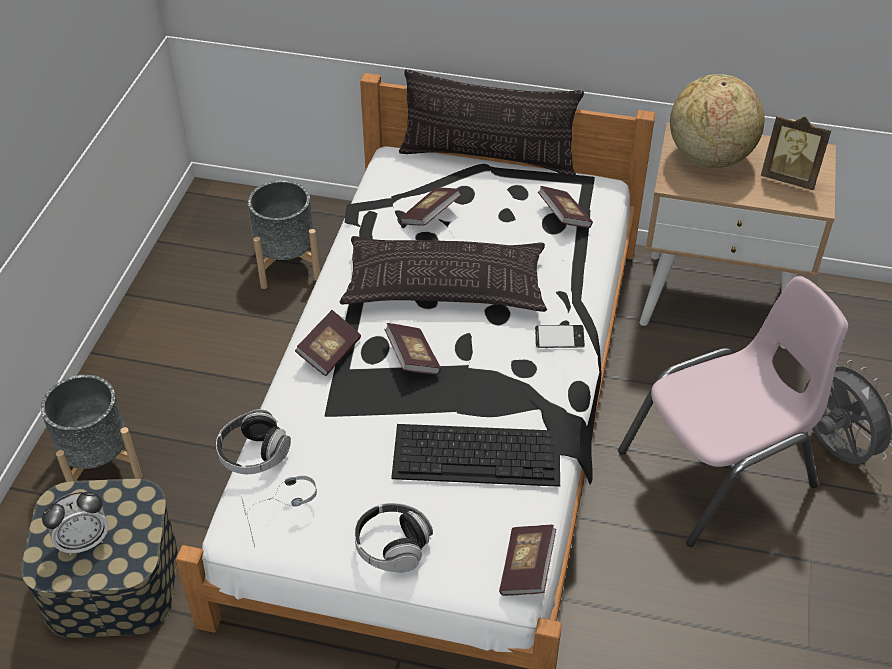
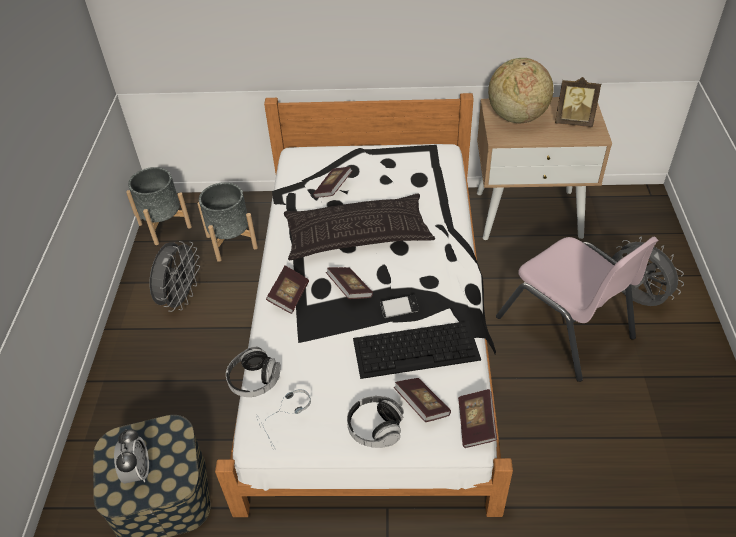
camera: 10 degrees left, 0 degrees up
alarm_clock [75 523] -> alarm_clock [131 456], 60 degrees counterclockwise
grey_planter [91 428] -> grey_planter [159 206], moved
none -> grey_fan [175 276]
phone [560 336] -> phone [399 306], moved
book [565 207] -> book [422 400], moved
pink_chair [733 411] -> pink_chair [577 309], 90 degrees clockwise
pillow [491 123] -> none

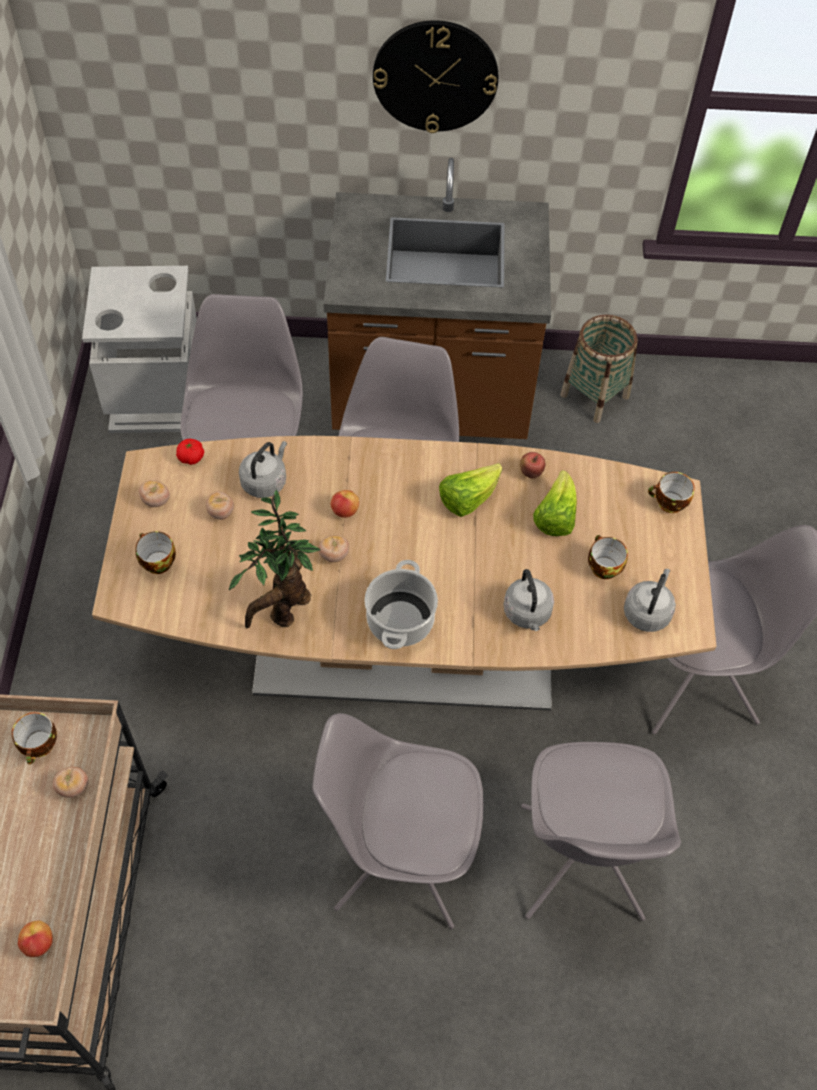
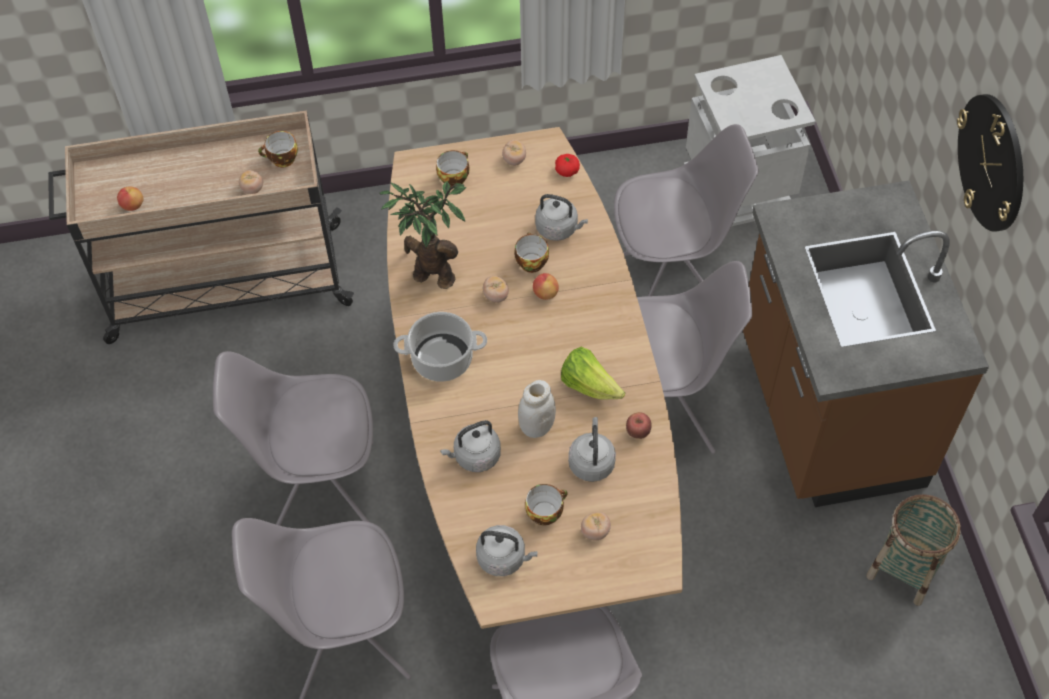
camera: 80 degrees right, 0 degrees up
grey_chair [398 821] -> grey_chair [293 438], 90 degrees counterclockwise
cup [671 492] -> cup [531 252], moved
none -> white_jar [537 409]
lettuce [555 503] -> grey_kettle [592 449]
tomato [220 505] -> tomato [596 526], moved

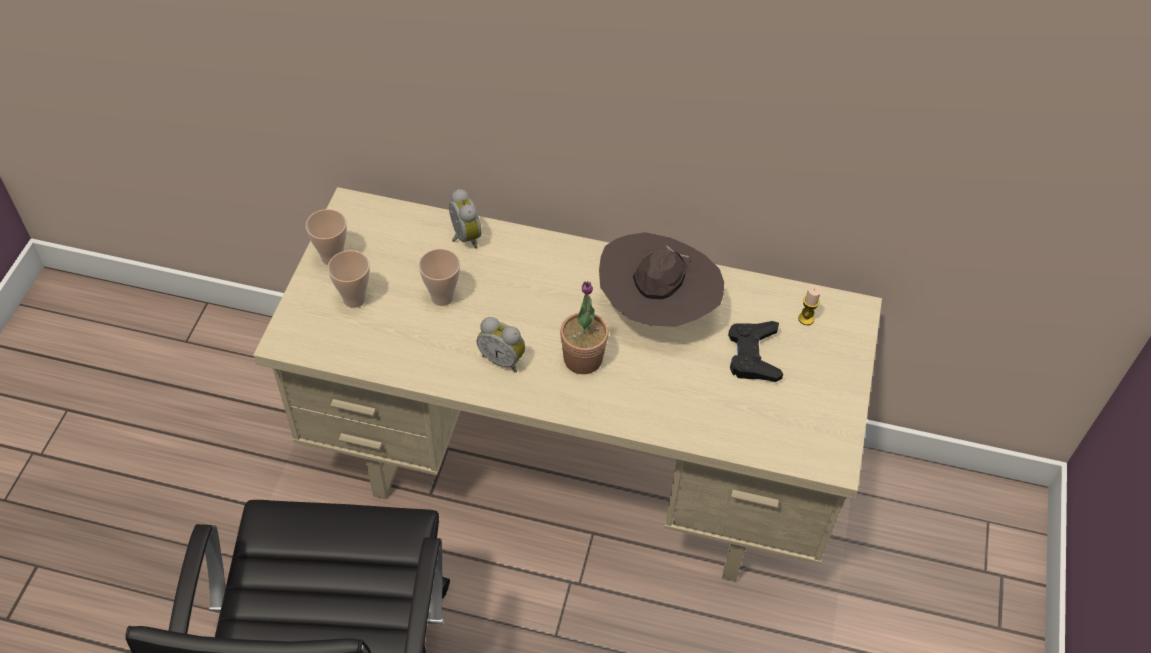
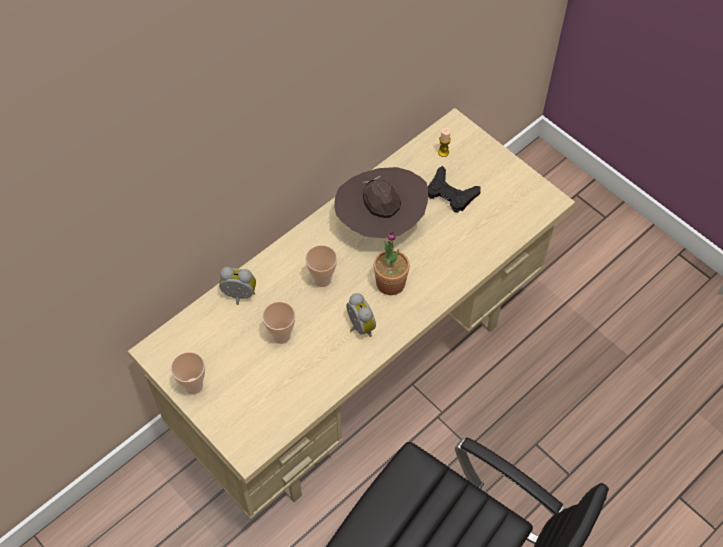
camera: 55 degrees left, 5 degrees up
cup [349 279] -> cup [321 266], moved
alarm_clock [501 345] -> alarm_clock [361 315], 90 degrees counterclockwise

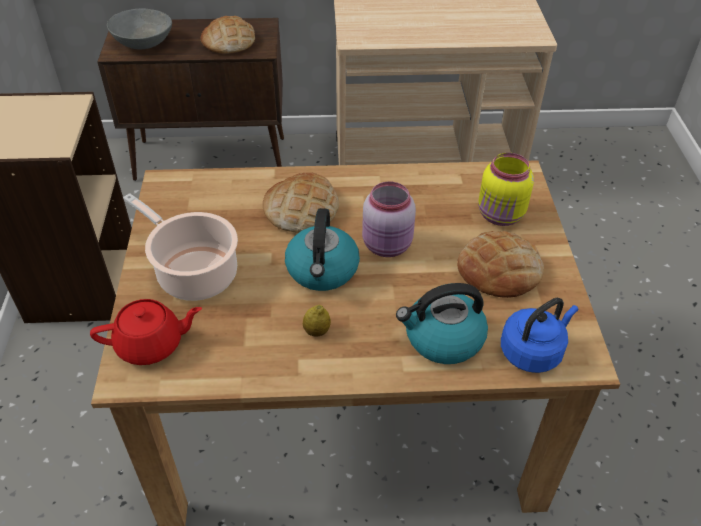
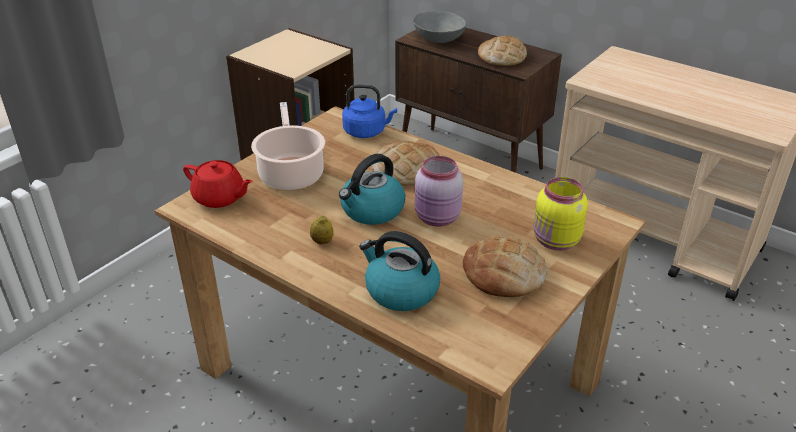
camera: 40 degrees right, 10 degrees down
blue_kettle [539 335] -> blue_kettle [369 111], moved

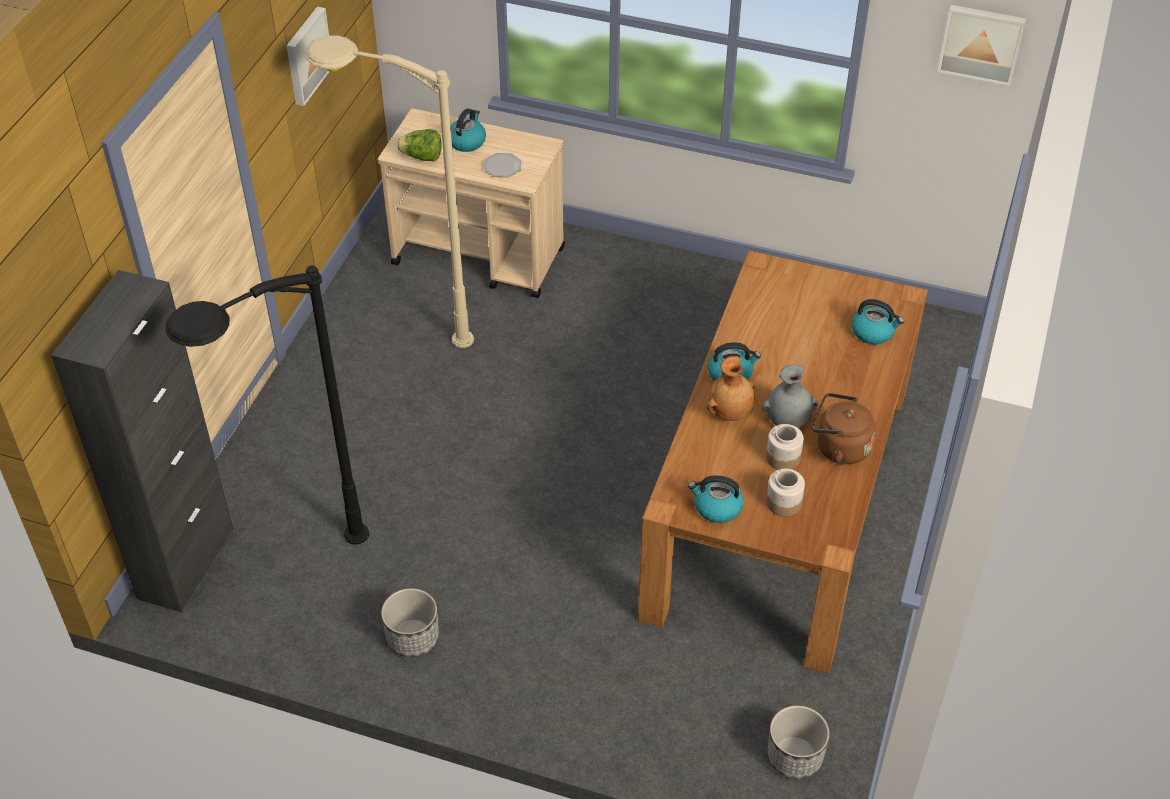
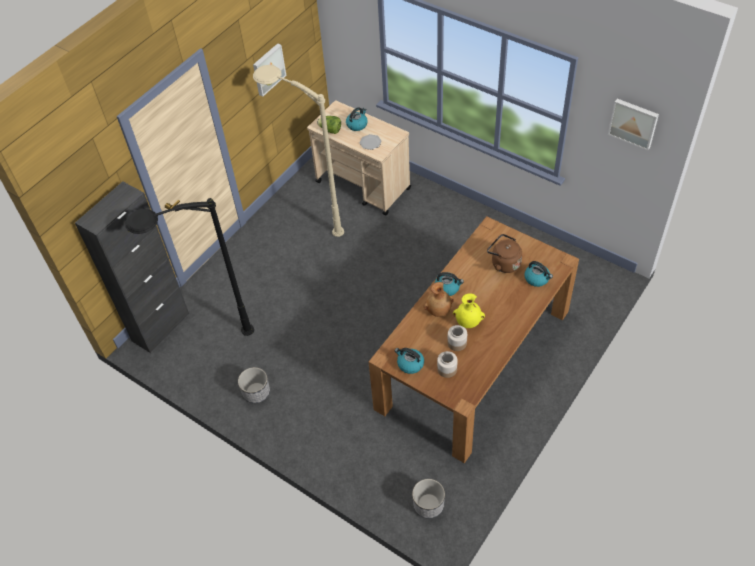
camera: 20 degrees right, 5 degrees up
grey_vase [789 396] -> yellow_vase [469 310]
brown_kettle [844 429] -> brown_kettle [504 253], moved

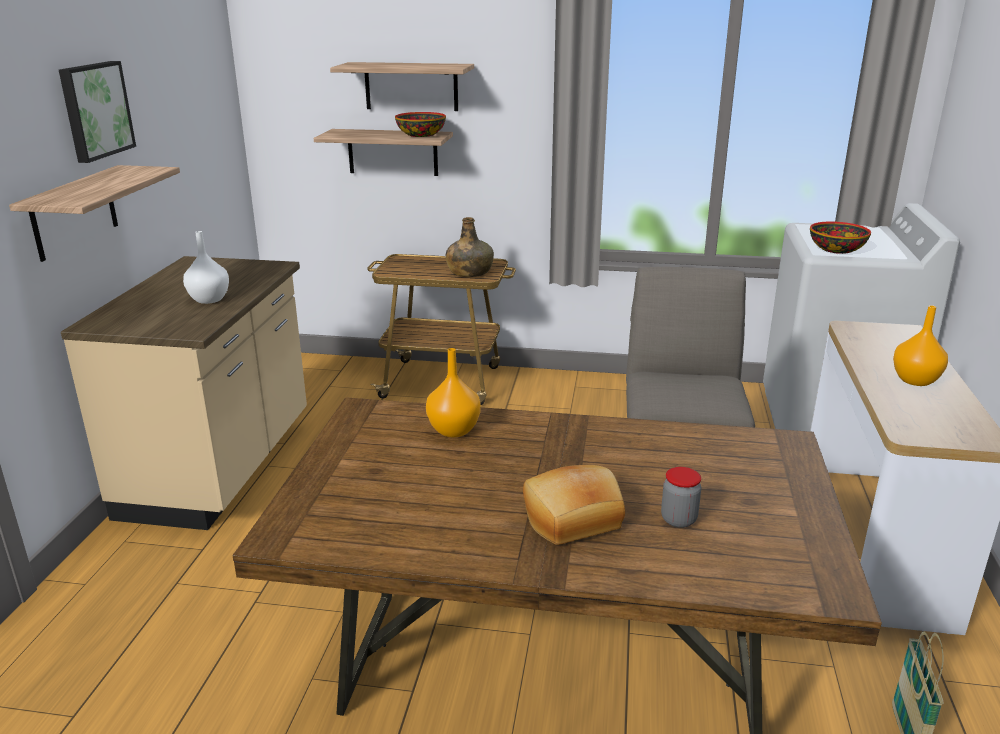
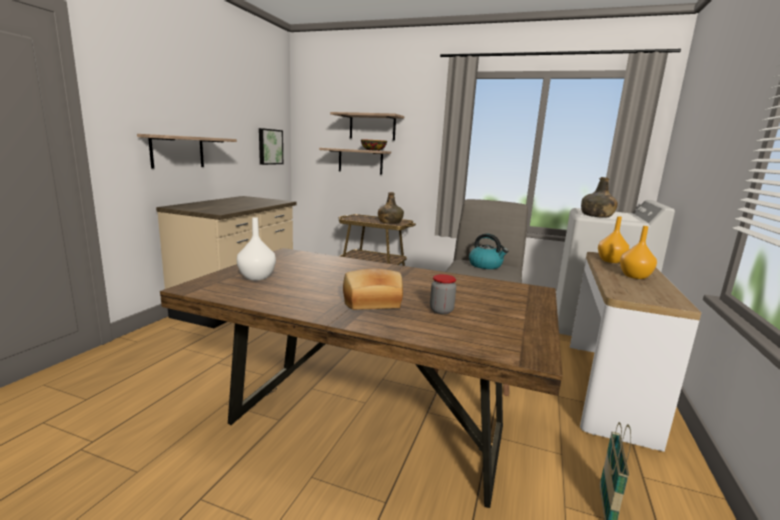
camera: 10 degrees right, 10 degrees down
white_vase [206 267] -> white_vase [256 248], moved
picture [97 112] -> picture [271 146], moved
none -> kettle [488 251]
bowl [840 237] -> green_bottle [599 197]
orange_vase [453 392] -> orange_vase [613 239], moved

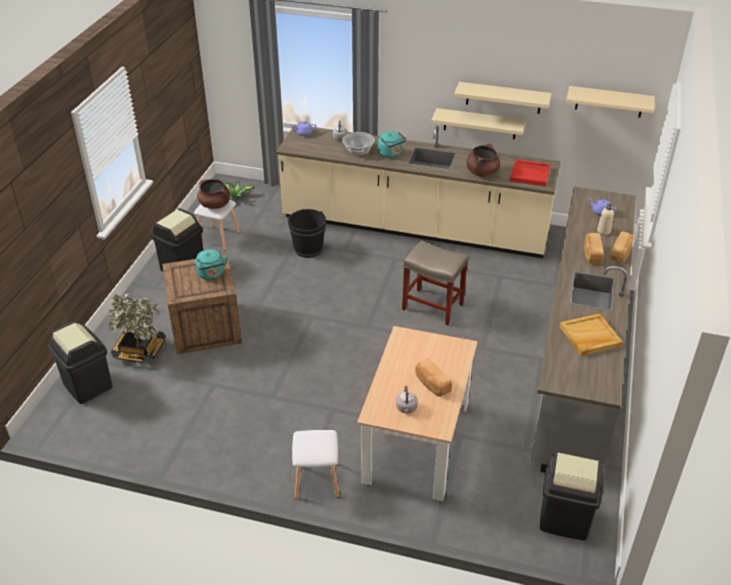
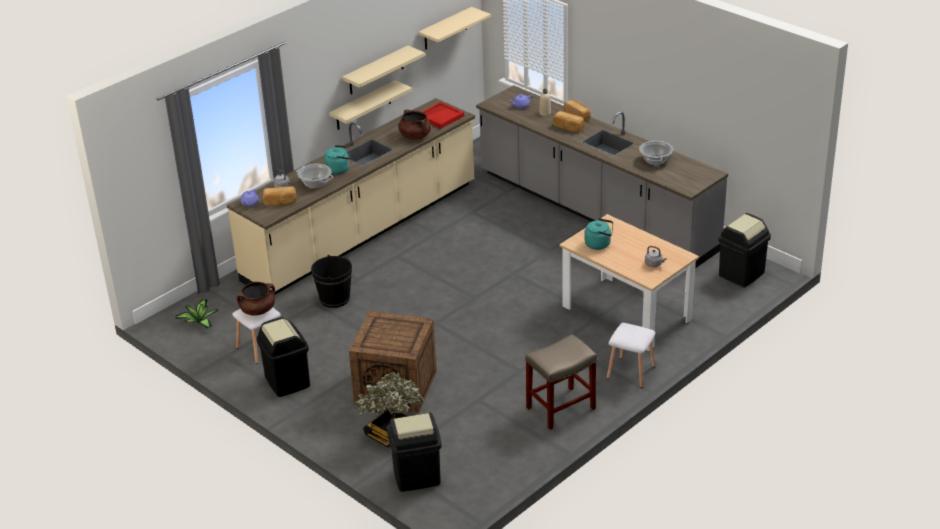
camera: 60 degrees left, 5 degrees down
bread [433 377] -> bread [279 196], moved
beige_stool [435 282] -> beige_stool [561 382], moved
turquoise_kettle [211 264] -> turquoise_kettle [599 234], moved
beige_tray [591 335] -> cooking_pot [656 153]

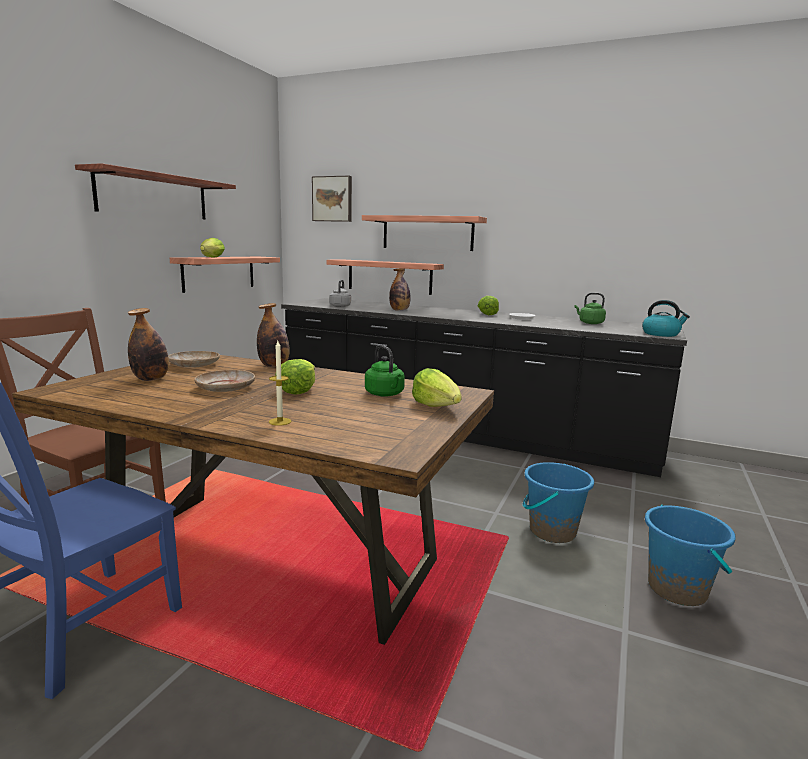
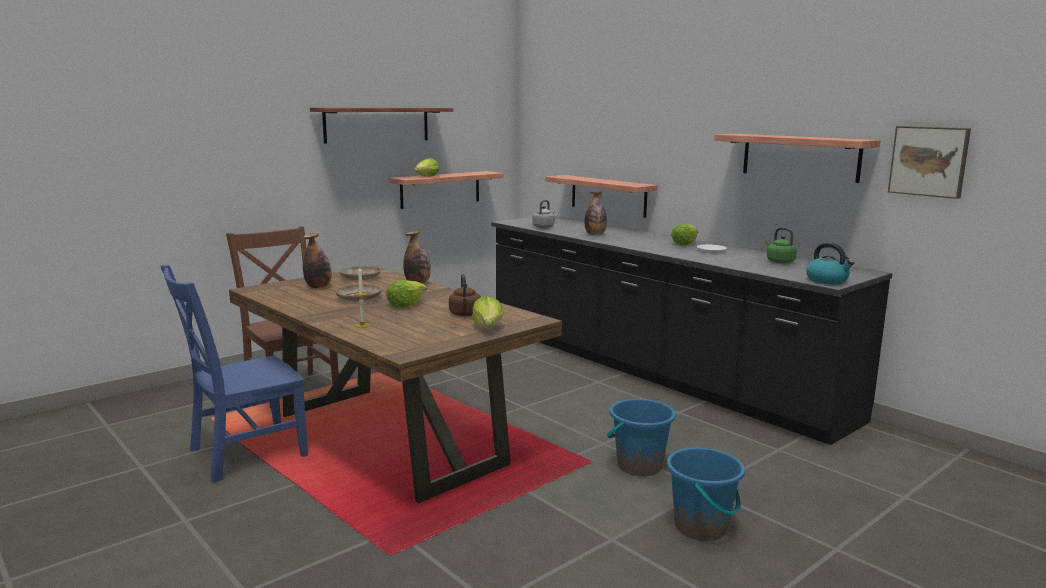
camera: 25 degrees right, 0 degrees up
green_kettle [385 371] -> brown_kettle [465 295]
shelf [424 233] -> shelf [797 158], moved
picture [332 199] -> picture [929 162], moved

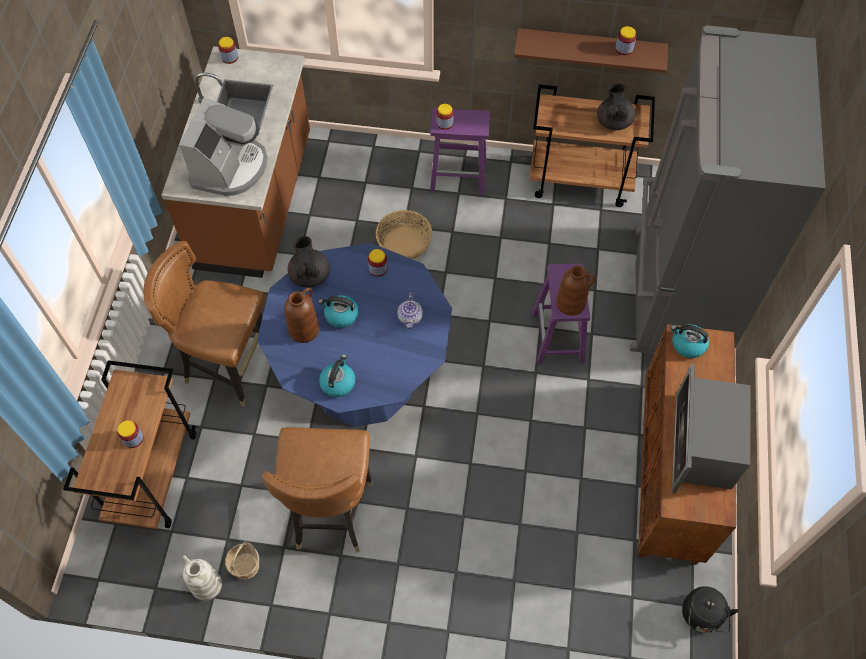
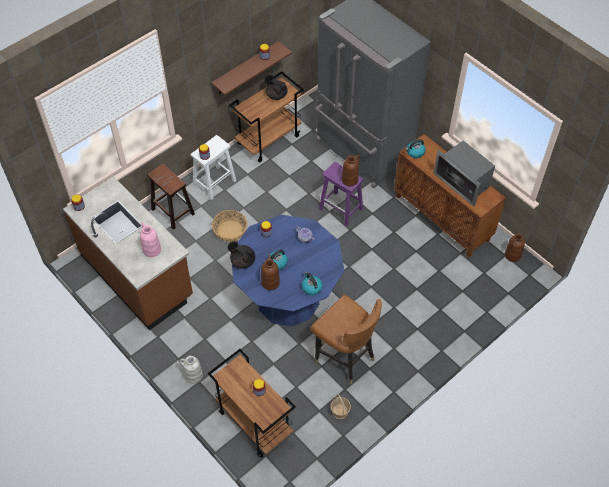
camera: 50 degrees left, 5 degrees down
coffee_machine [223 147] -> pink_vase [150 239]
none -> brown_stool [171 197]
white_vase [202 578] -> white_vase [191 370], moved
purple_stool [460 151] -> white_stool [213 167]
black_kettle [710 609] -> brown_vase [515 247]
brown_chair [205 324] -> none

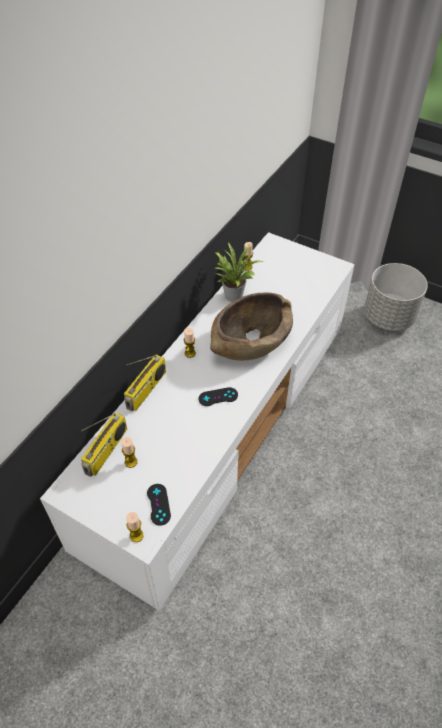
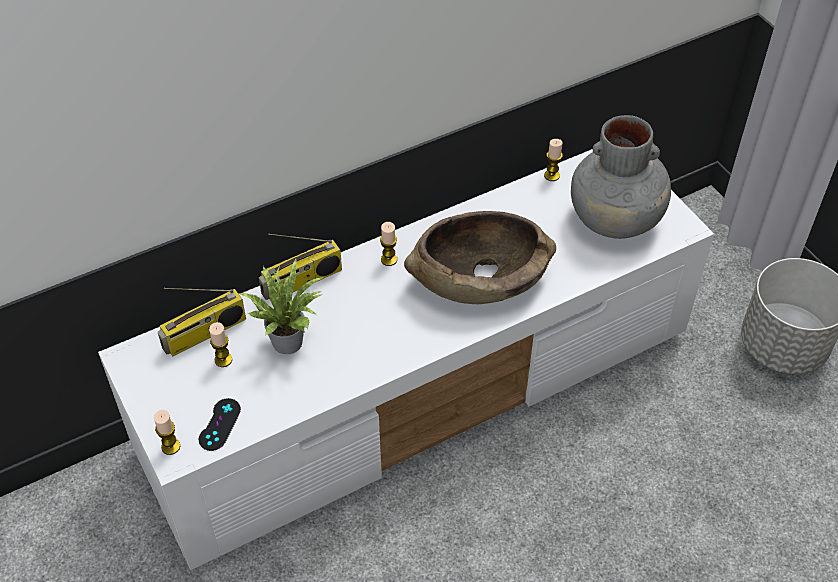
camera: 30 degrees right, 0 degrees up
potted_plant [239 272] -> potted_plant [281 305], moved
none -> grey_vase [621 177]
black_game_controller [218 396] -> none

